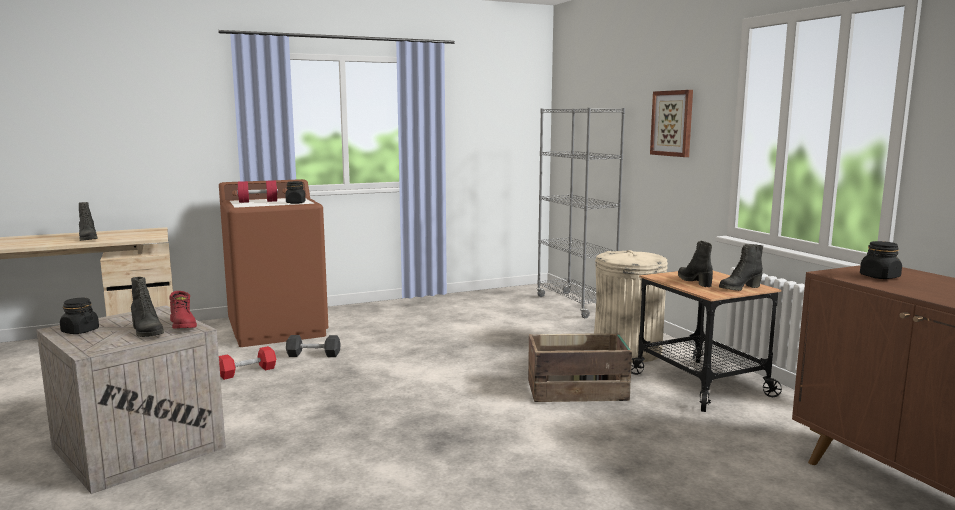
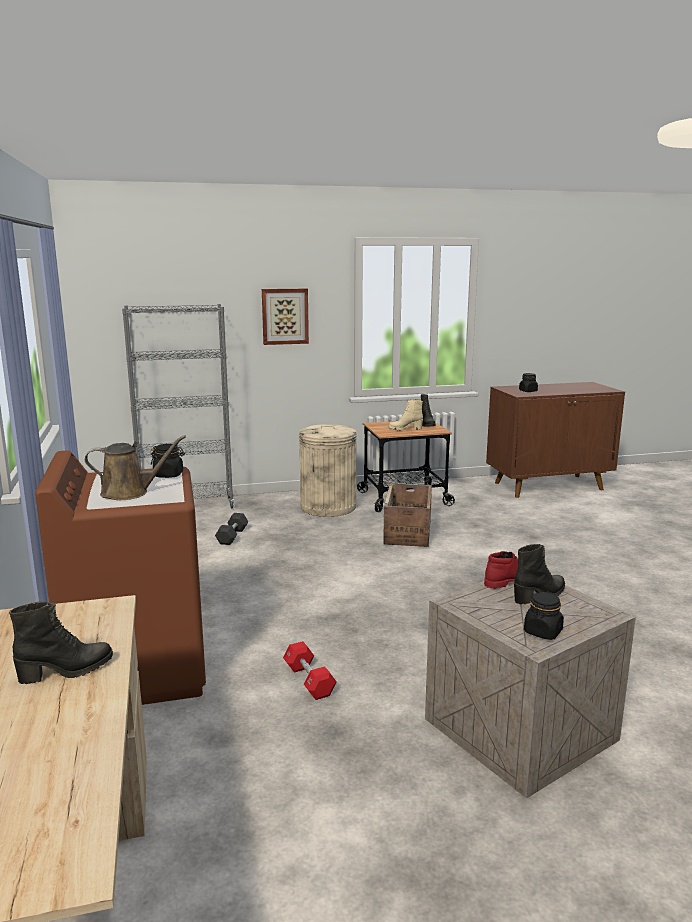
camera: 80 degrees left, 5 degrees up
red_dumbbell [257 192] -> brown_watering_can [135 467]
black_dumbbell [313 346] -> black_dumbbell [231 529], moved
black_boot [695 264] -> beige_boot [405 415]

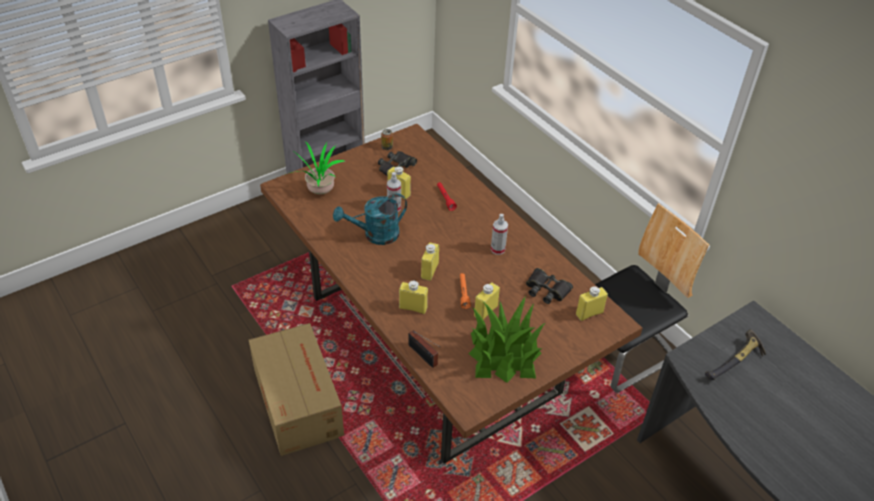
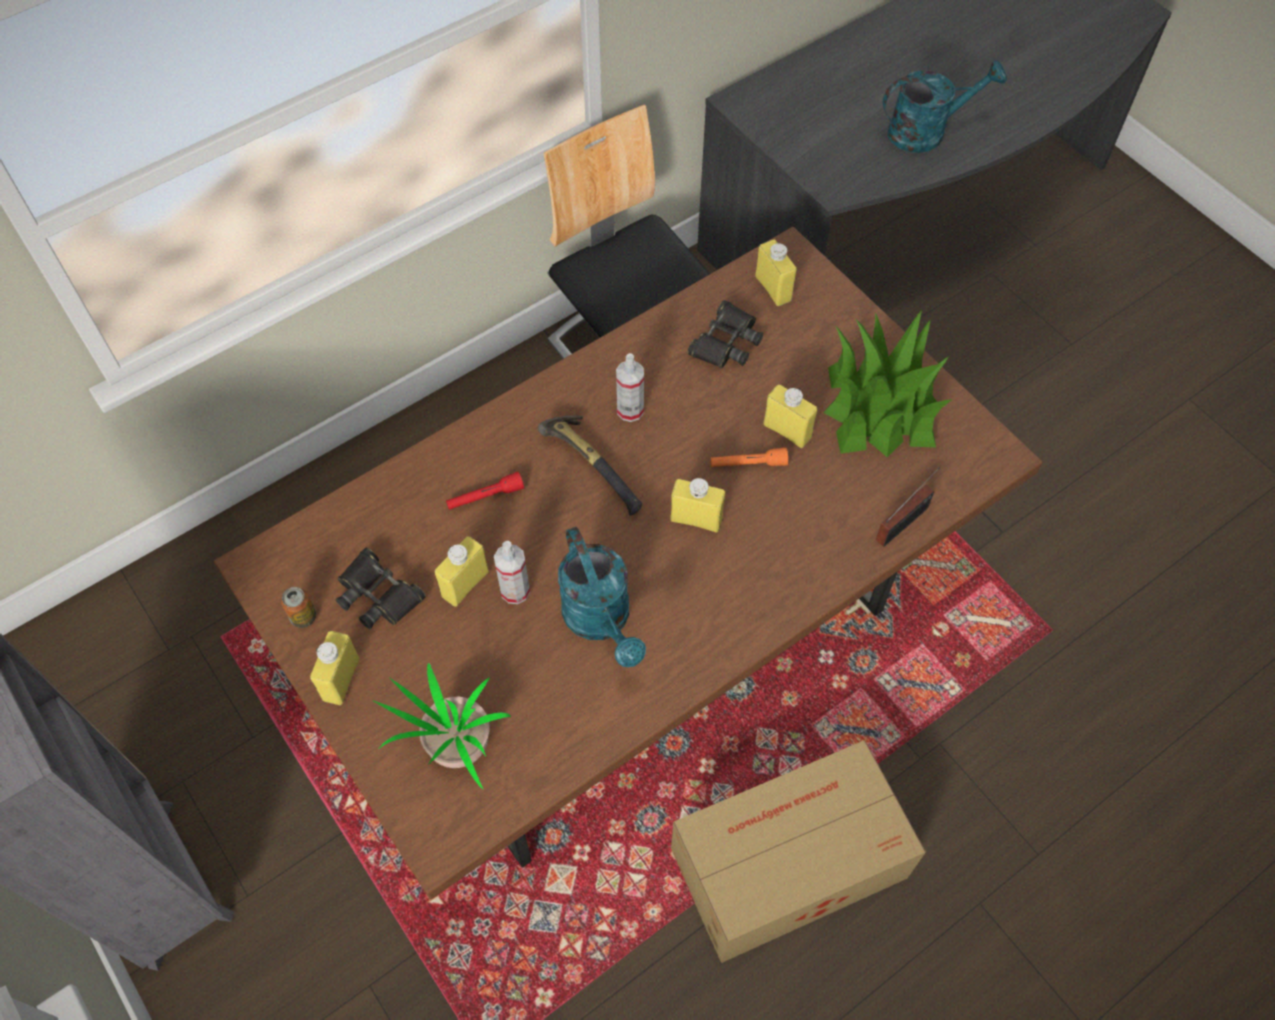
camera: 90 degrees left, 15 degrees up
yellow_bottle [413 297] -> yellow_bottle [335 668], moved
hammer [735 354] -> hammer [589 466], moved
none -> turquoise_watering_can [945 106]

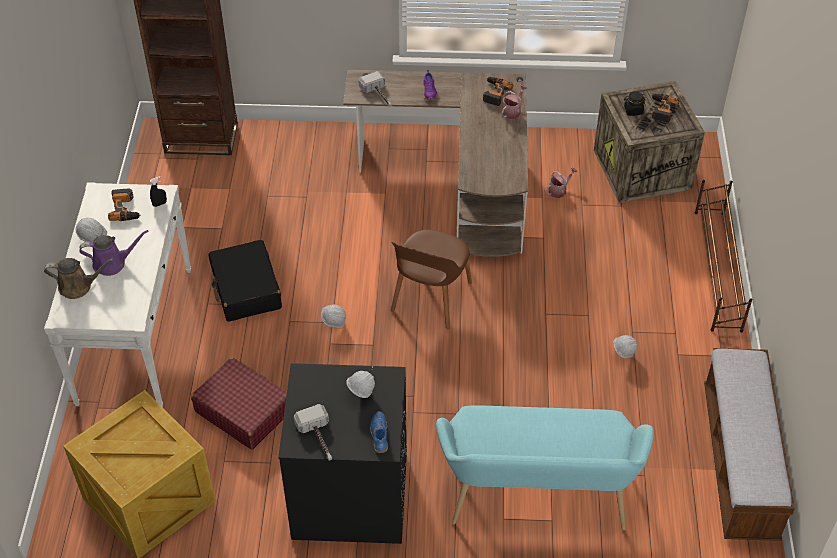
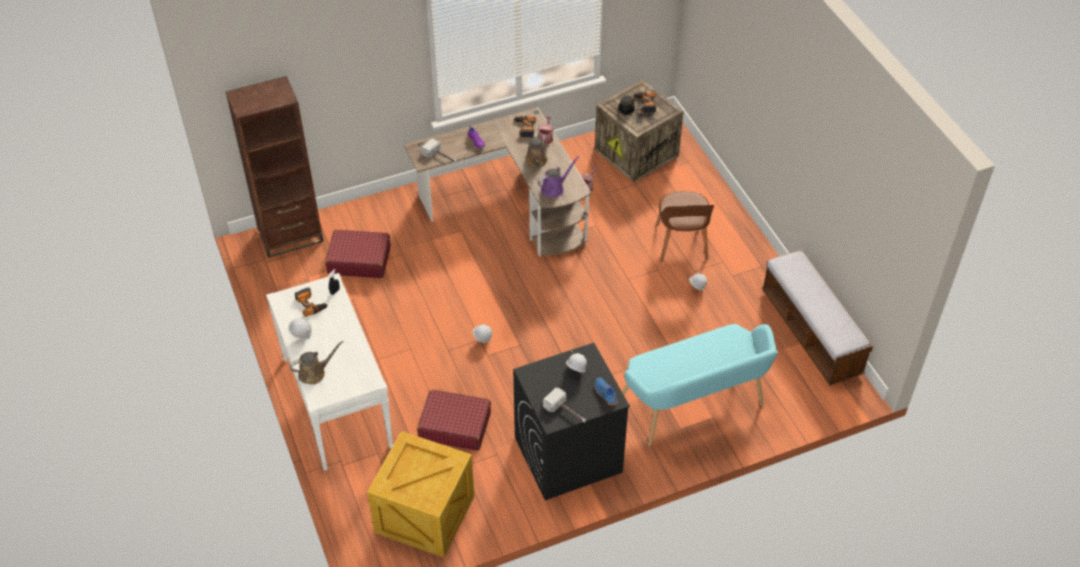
camera: 25 degrees left, 0 degrees up
none -> red_suitcase [358 254]
none -> brown_watering_can [536 150]
purple_watering_can [114 253] -> purple_watering_can [559 177], moved
brown_chair [431 279] -> brown_chair [685 226], moved
black_suitcase [245 281] -> none
brown_shoe_rack [723 256] -> none

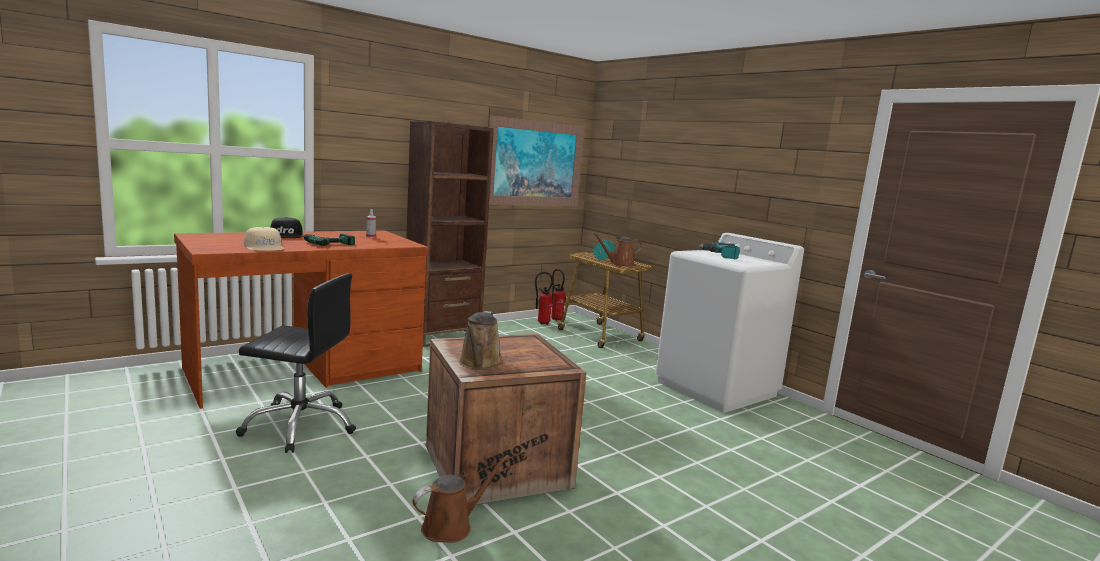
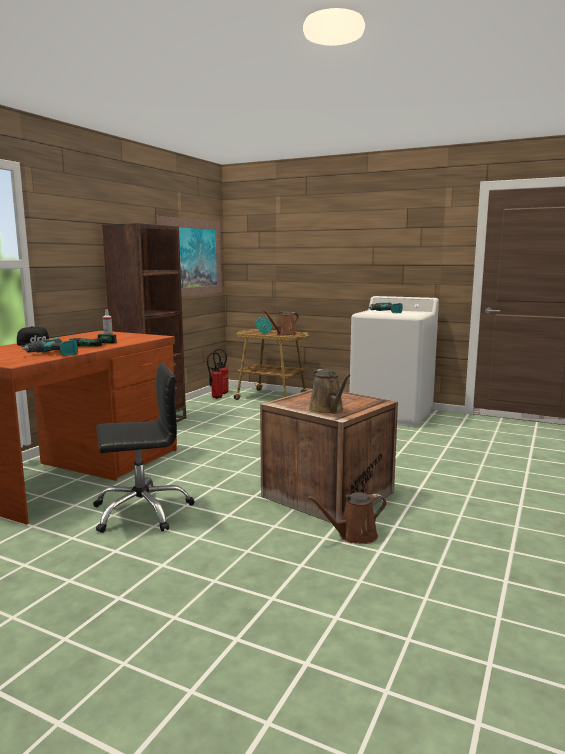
camera: 25 degrees left, 0 degrees up
beige_cap [264 238] -> power_drill [50 347]
brown_watering_can [460 499] -> brown_watering_can [347 518], 135 degrees counterclockwise

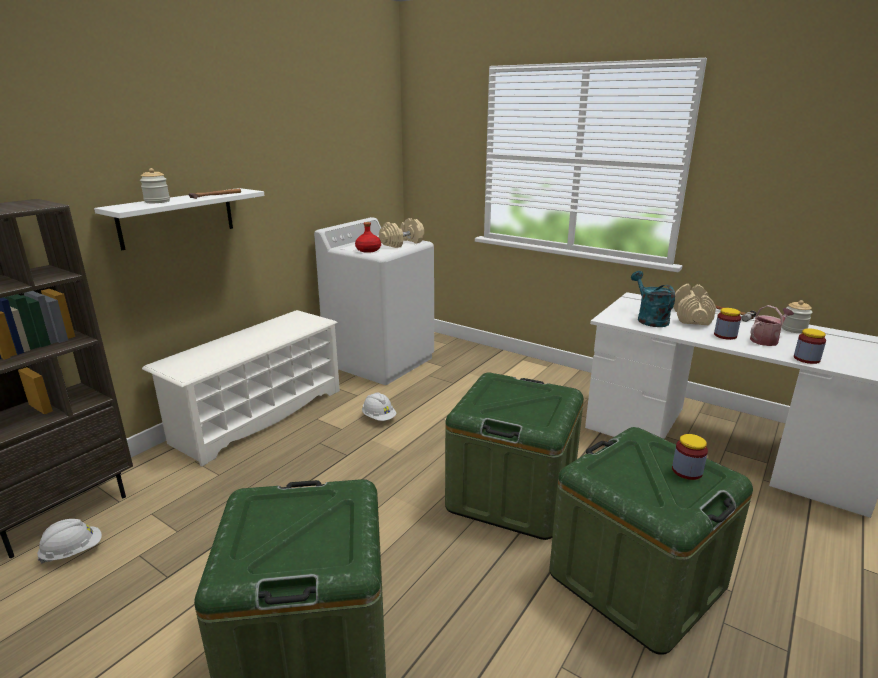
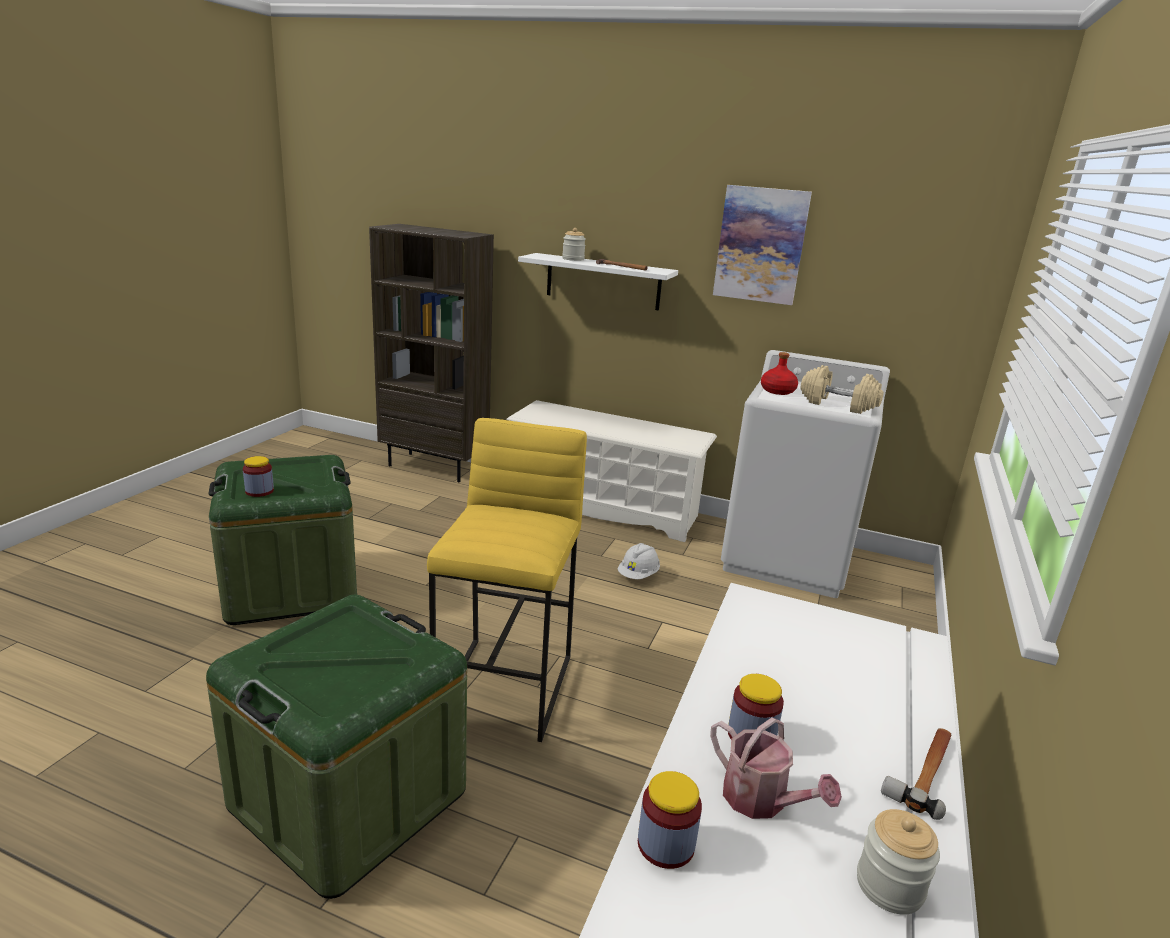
camera: 75 degrees right, 0 degrees up
jar [690 457] -> jar [258 476], moved
green_storage_box [514 456] -> yellow_stool [507 580]
none -> picture [762 245]
white_hard_hat [69 541] -> none
turquoise_watering_can [653 299] -> none
beige_dumbbell [694 304] -> none

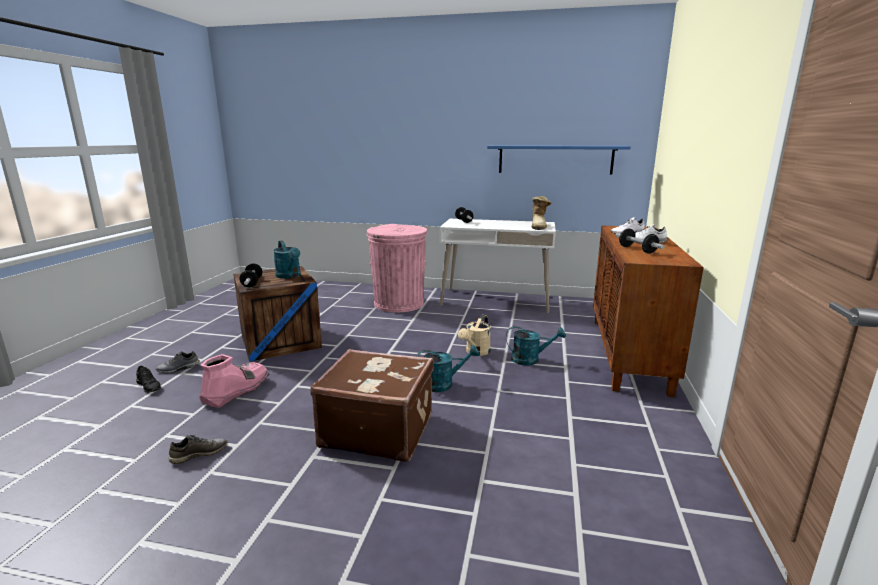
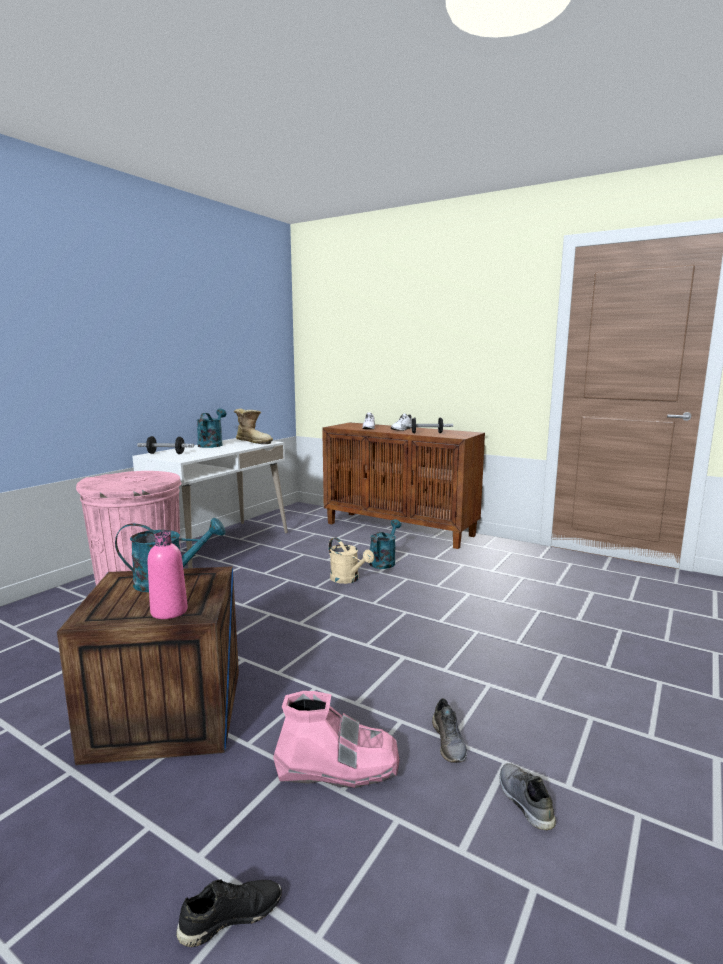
camera: 70 degrees left, 5 degrees down
dumbbell [250 275] -> pink_bottle [167 575]
turquoise_watering_can [447 368] -> turquoise_watering_can [212 428], moved
pink_boot [234 381] -> pink_boot [336 739], 135 degrees clockwise
grey_shoe [177 362] -> grey_shoe [449 730], moved
brown_suitcase [372 405] -> none
blue_shelf [559 159] -> none

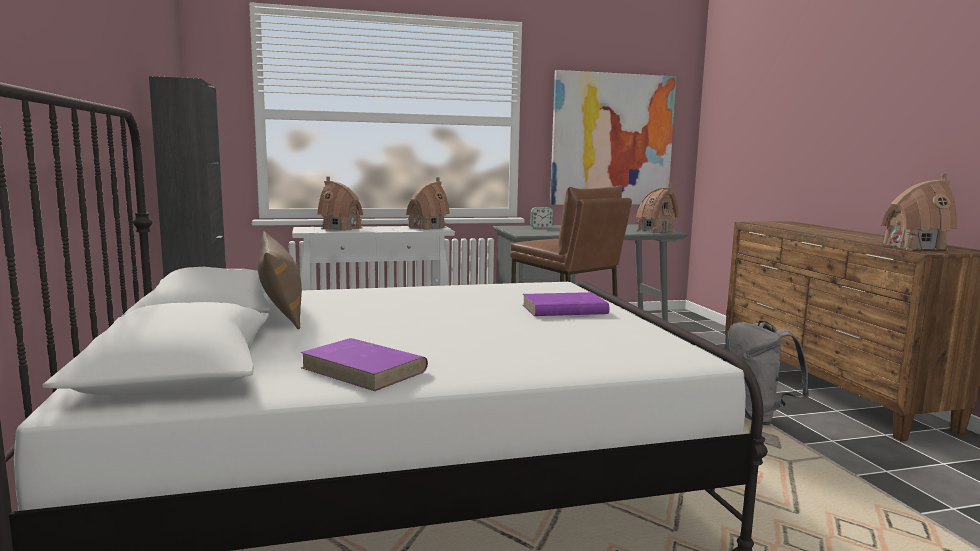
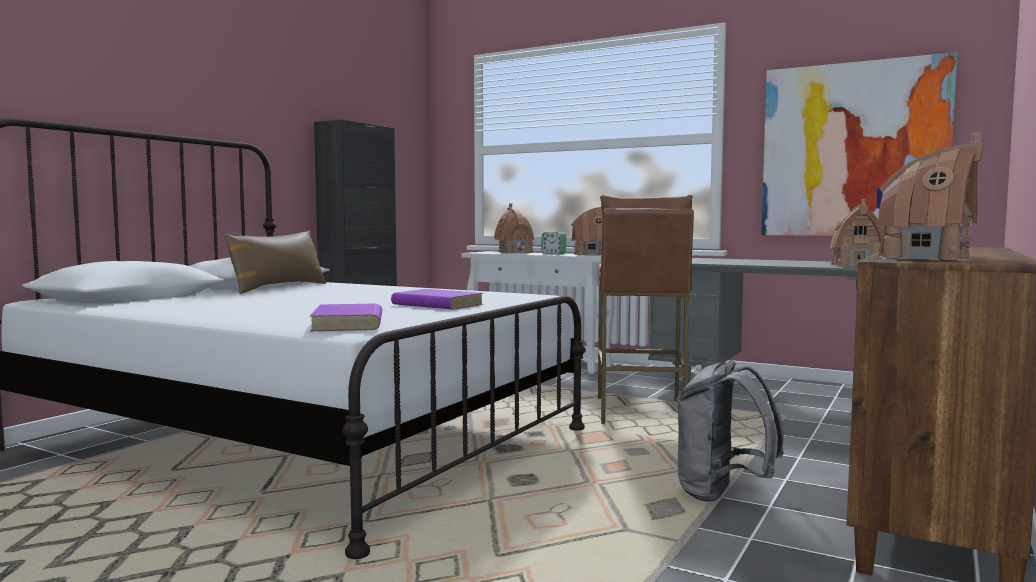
camera: 45 degrees right, 5 degrees down
purple_book [364 364] -> purple_book [346 317], moved
alarm_clock [542 217] -> alarm_clock [553 243], moved

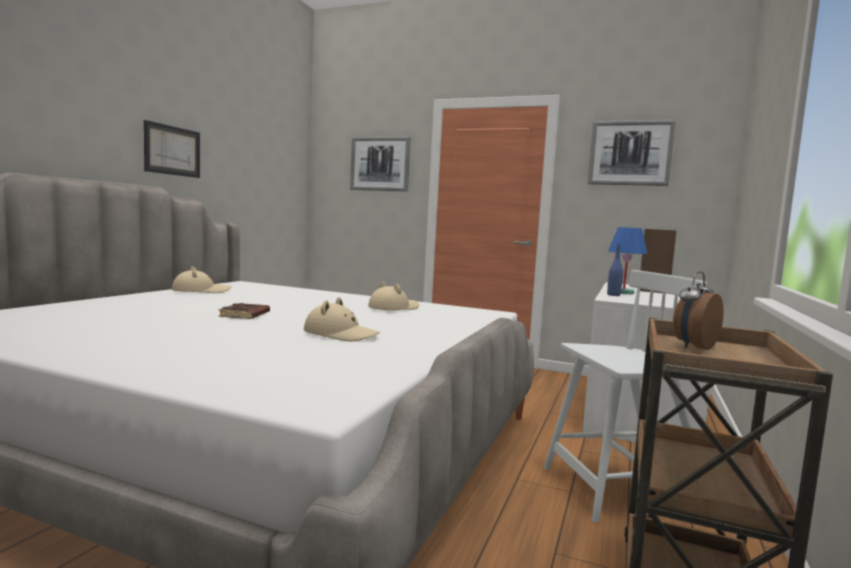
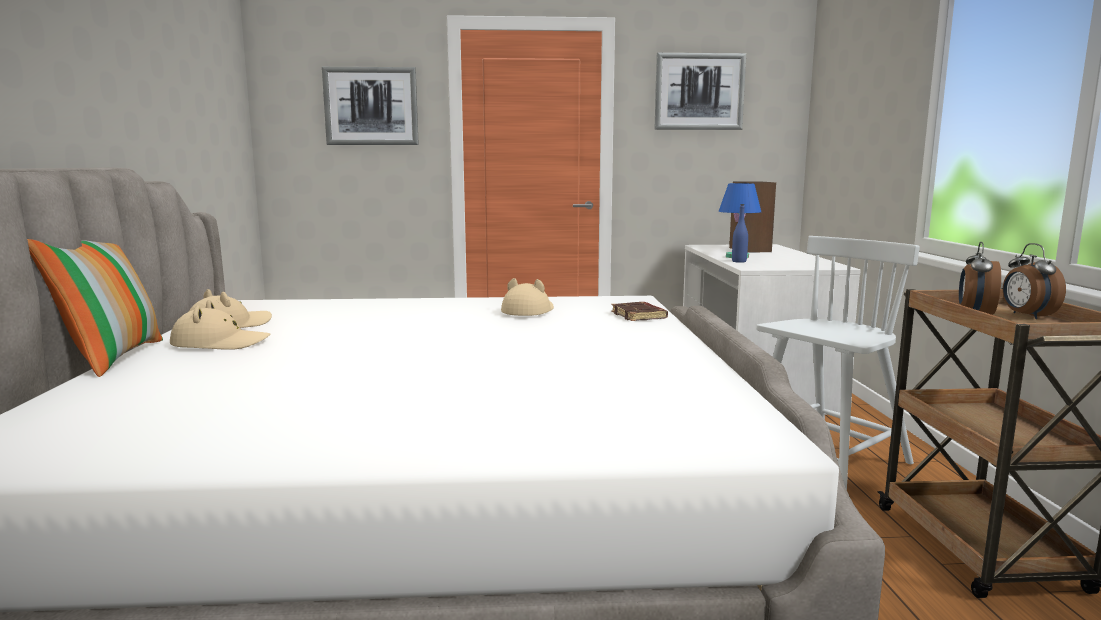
camera: 25 degrees left, 5 degrees up
none -> pillow [95 308]
beige_hat [342 319] -> beige_hat [220 325], moved
brown_book [244 311] -> brown_book [639 311], moved
none -> alarm_clock [1034 281]
picture [172 149] -> none

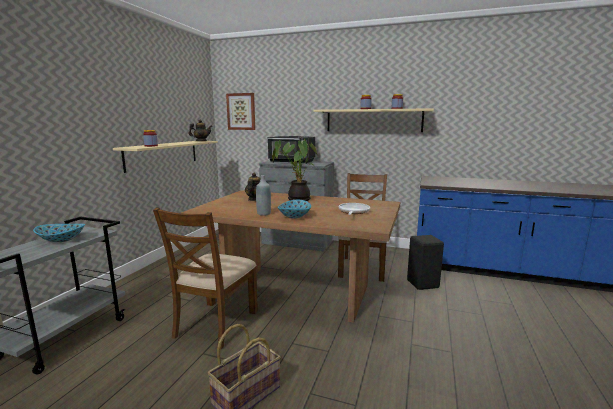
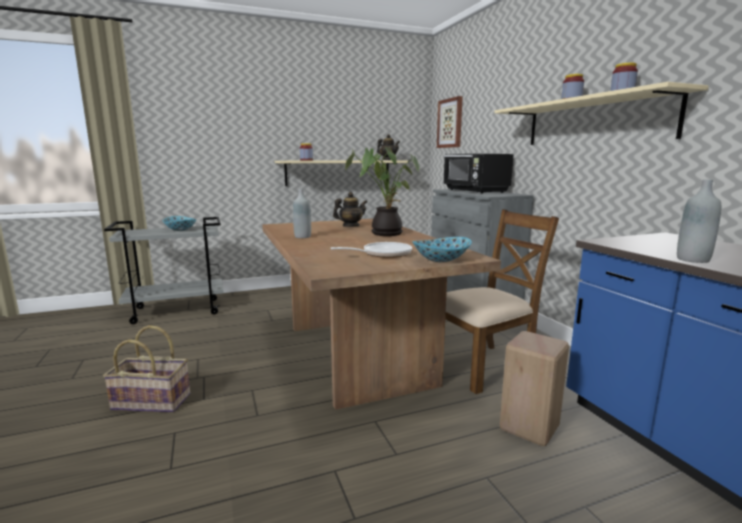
camera: 50 degrees right, 0 degrees up
bowl [294 209] -> bowl [442 249], moved
black_stool [425 262] -> beige_stool [534 388]
none -> grey_bottle [699 221]
brown_chair [205 278] -> none

